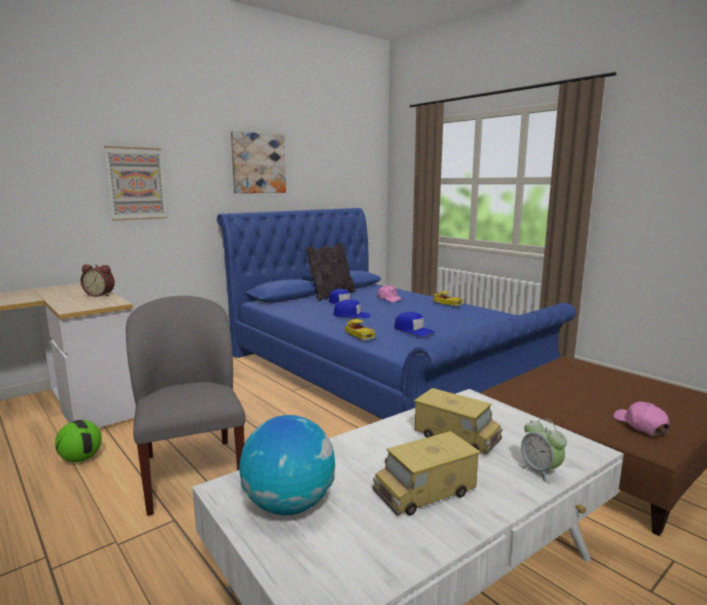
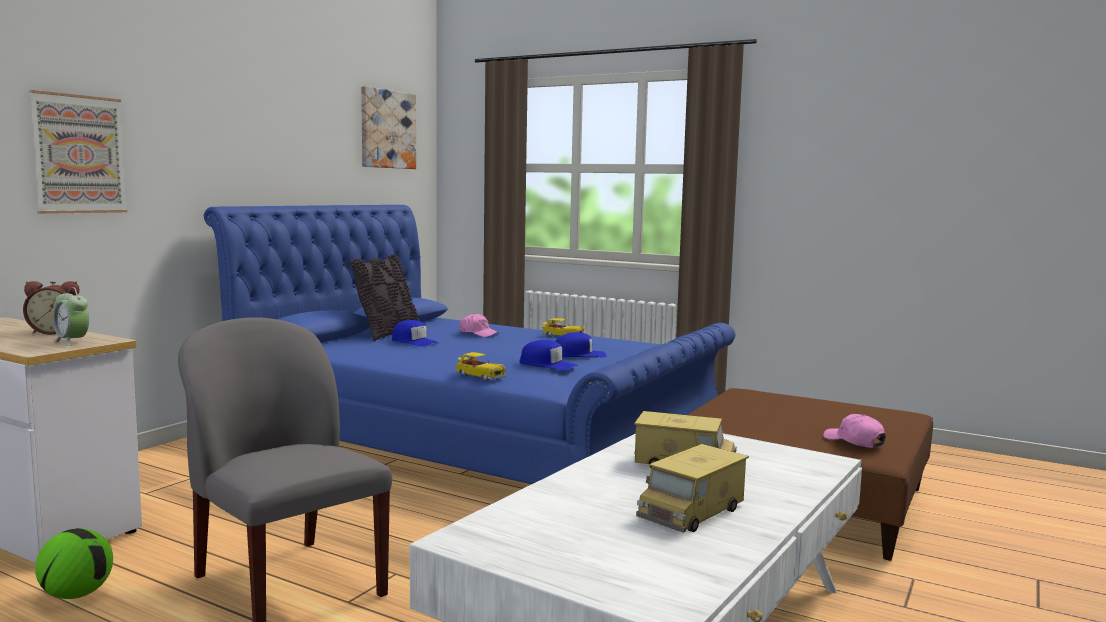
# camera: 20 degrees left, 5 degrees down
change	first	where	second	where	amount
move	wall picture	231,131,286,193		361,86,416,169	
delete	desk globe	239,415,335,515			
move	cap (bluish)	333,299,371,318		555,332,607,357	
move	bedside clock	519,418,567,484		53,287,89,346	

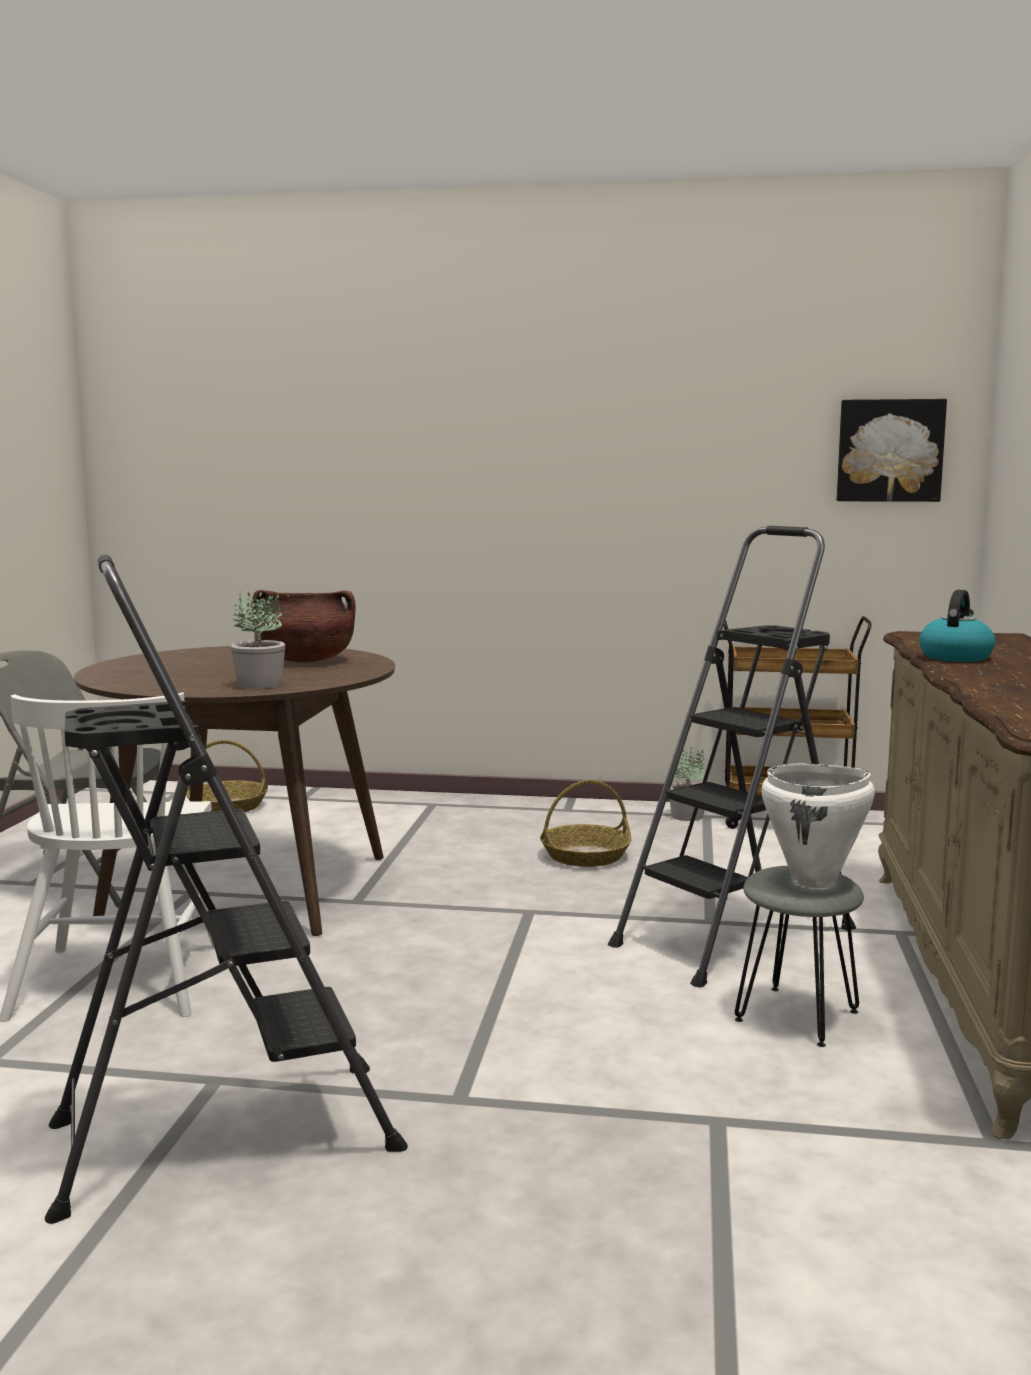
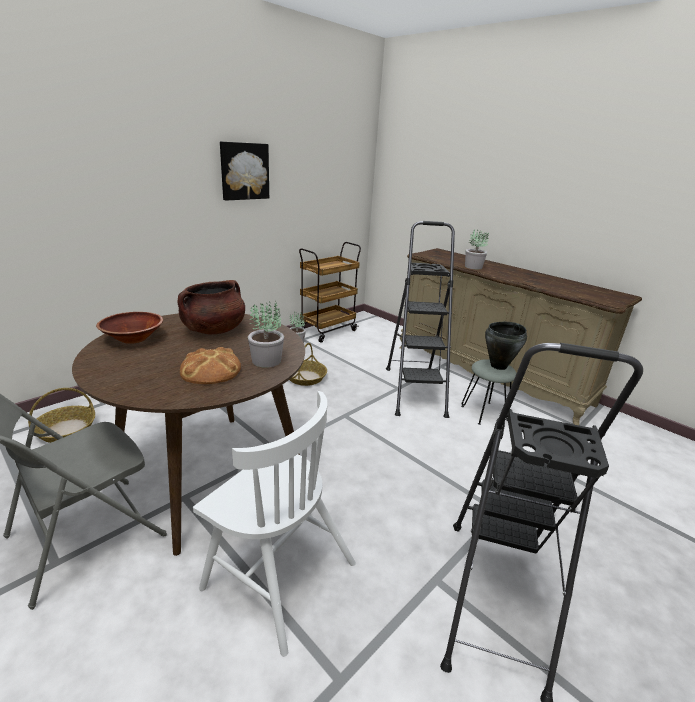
# camera: 55 degrees left, 15 degrees up
change	first	where	second	where	amount
recolor	stockpot (white)	761,764,875,888	stockpot (black-coloured)	485,322,527,370	
move	wall picture	837,399,947,502		220,141,269,201	
replace	water kettle	919,590,995,662	plant in a pot	465,230,489,269	
insert			bowl (brown-coloured)	96,312,163,344	
insert			baked bread	180,347,241,384	

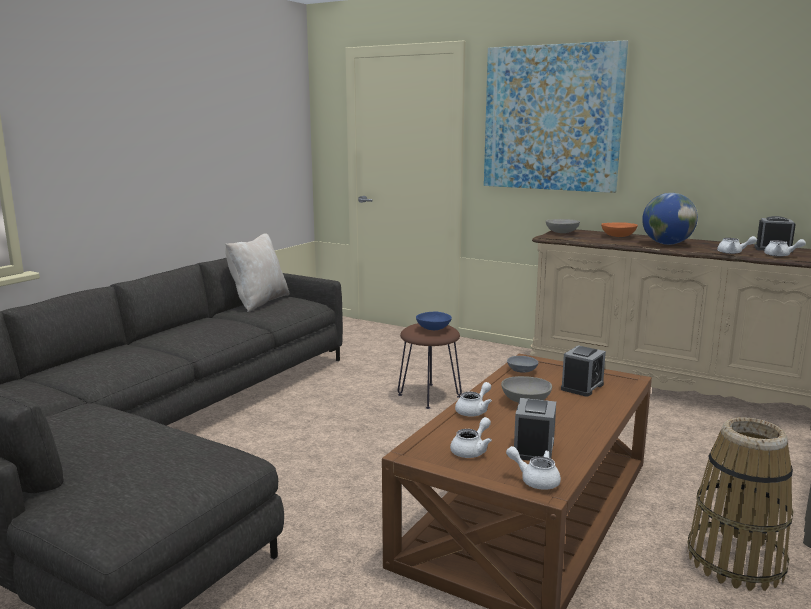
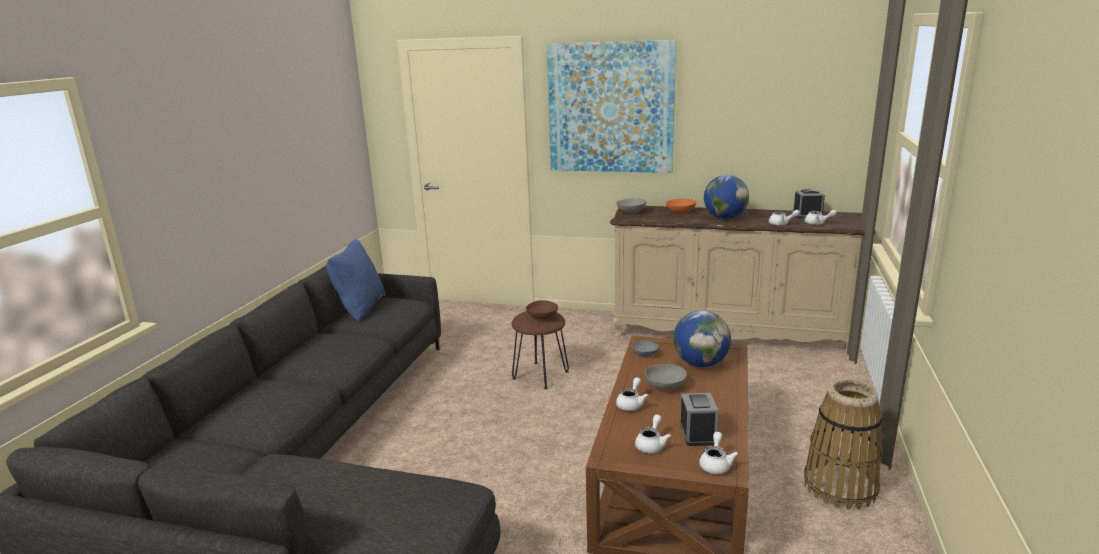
# camera: 15 degrees left, 5 degrees up
change	first	where	second	where	amount
recolor	cushion (sand-coloured)	225,233,290,312	cushion (bluish)	327,239,385,322	
recolor	bowl (bluish)	416,312,452,330	bowl (brown-coloured)	526,300,558,320	
rotate	pot for tea (white)	506,446,561,490		699,432,738,474	90 degrees clockwise
replace	bedside clock	561,345,606,397	desk globe	673,310,731,367	

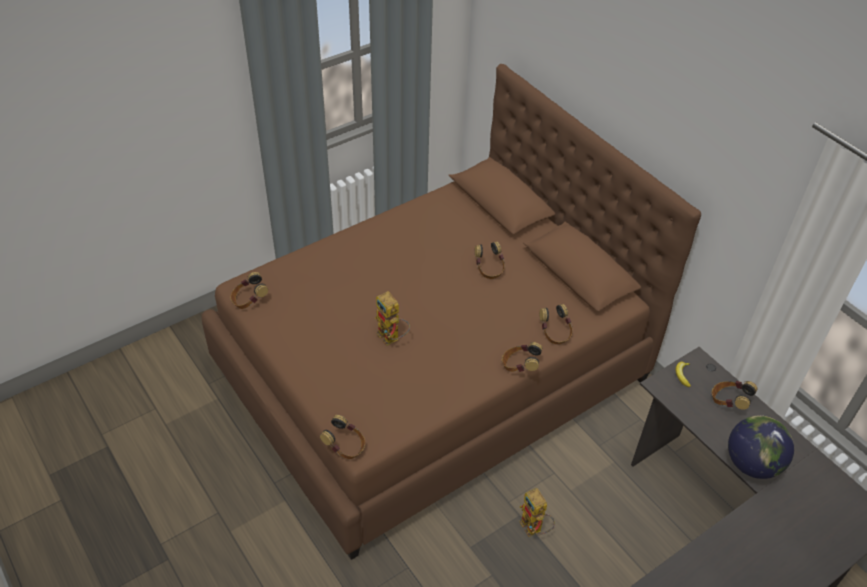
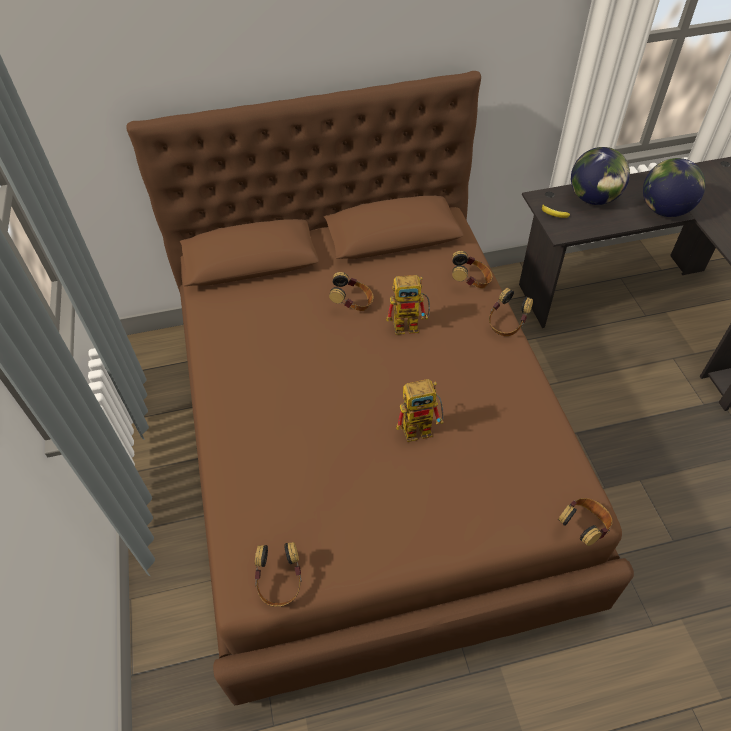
# camera: 65 degrees left, 5 degrees up
change	first	where	second	where	amount
move	toy robot	519,488,555,537		386,275,430,335	
replace	headset	712,381,758,410	desk globe	571,147,630,205	

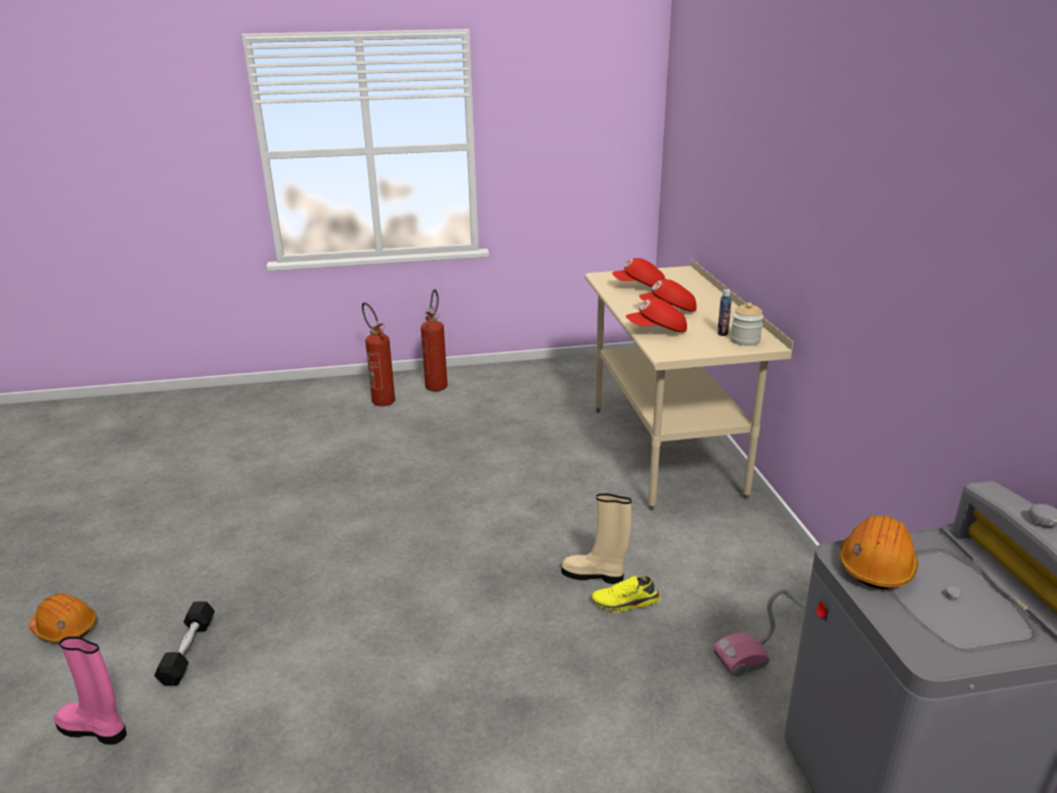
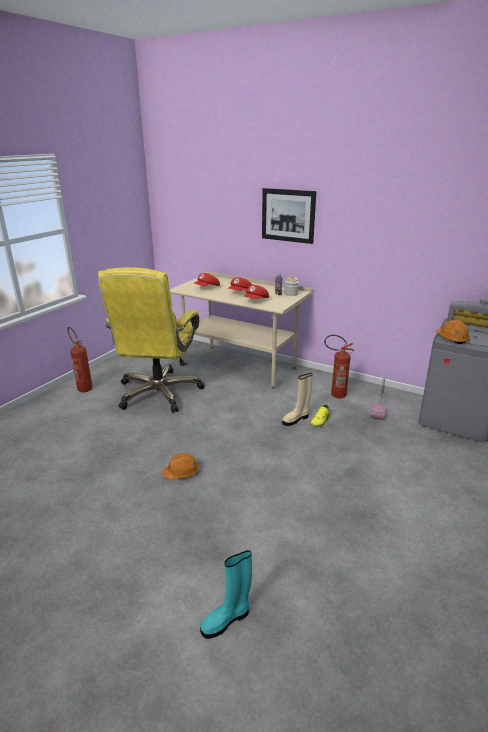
# camera: 50 degrees left, 0 degrees up
change	first	where	second	where	amount
move	safety helmet (orange-coloured)	29,593,97,643		162,453,199,480	
recolor	boot (pinkish)	54,636,127,745	boot (blue-green)	200,550,252,639	
delete	hand weight (black-coloured)	154,601,215,686			
move	fire-fighting cylinder	362,302,395,406		324,335,354,398	
insert			desk chair (yellow-coloured)	98,267,205,413	
insert			wall picture	262,188,316,244	

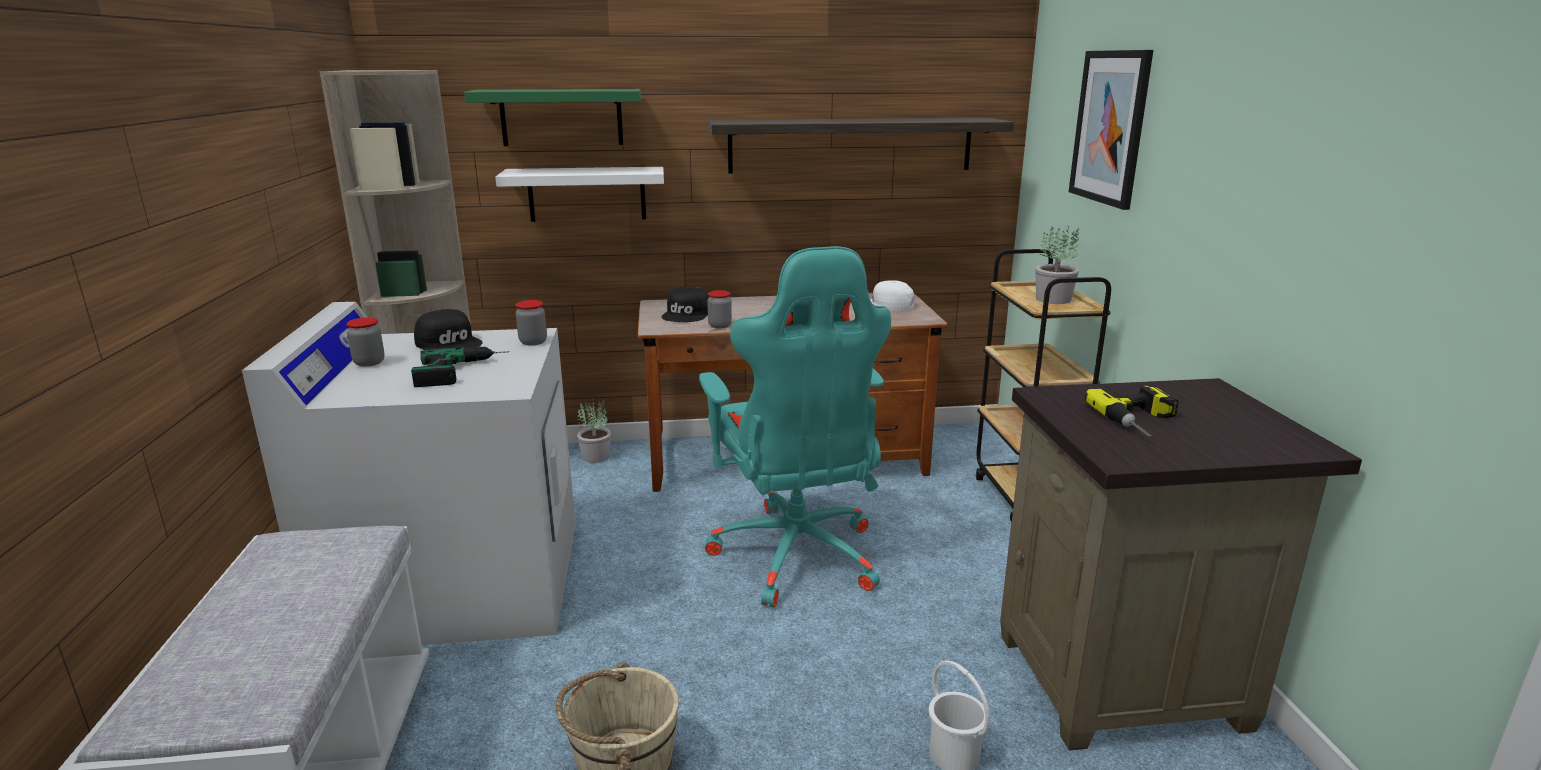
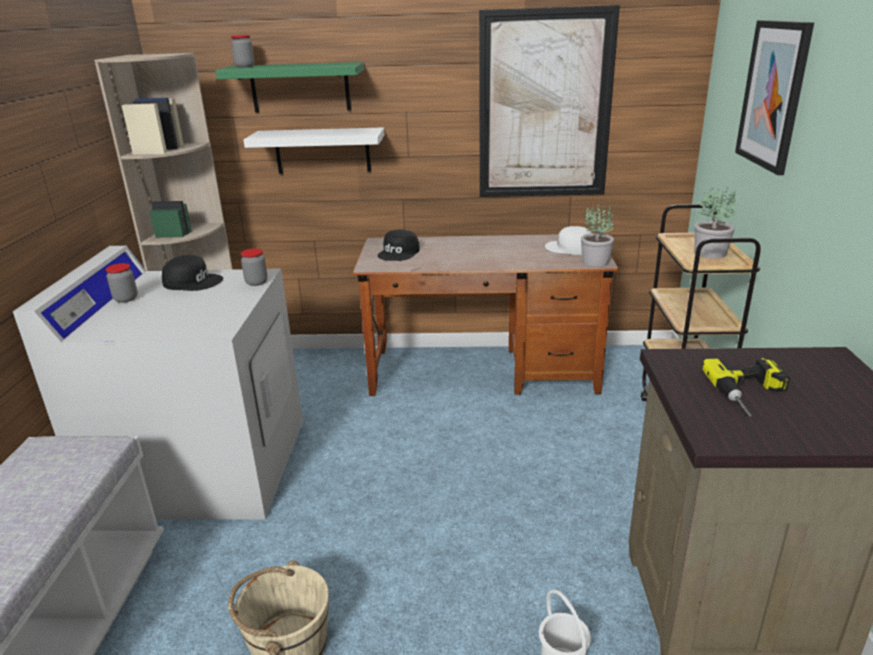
# camera: 10 degrees right, 5 degrees up
change	first	where	second	where	amount
delete	electric drill	411,347,510,387			
rotate	cap (black-coloured)	414,309,483,350		162,255,223,291	45 degrees counterclockwise
move	plant in a pot	577,399,611,463		581,204,614,266	
delete	desk chair (blue-green)	699,246,891,608			
move	jar	707,290,732,328		231,35,254,67	
replace	bracket shelf	708,118,1014,174	wall picture	479,5,620,197	

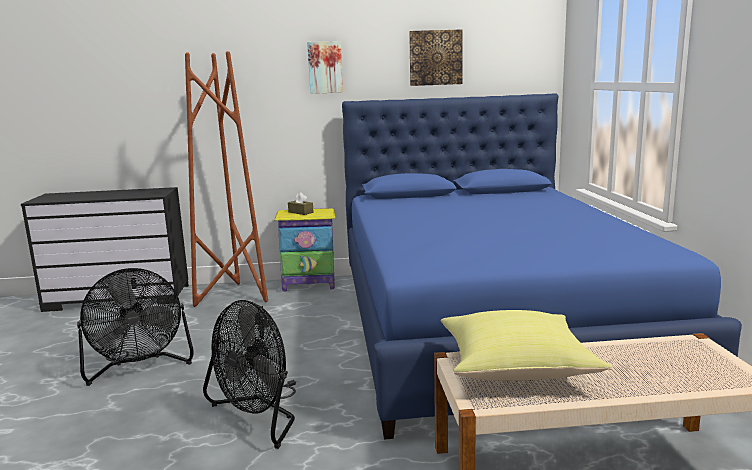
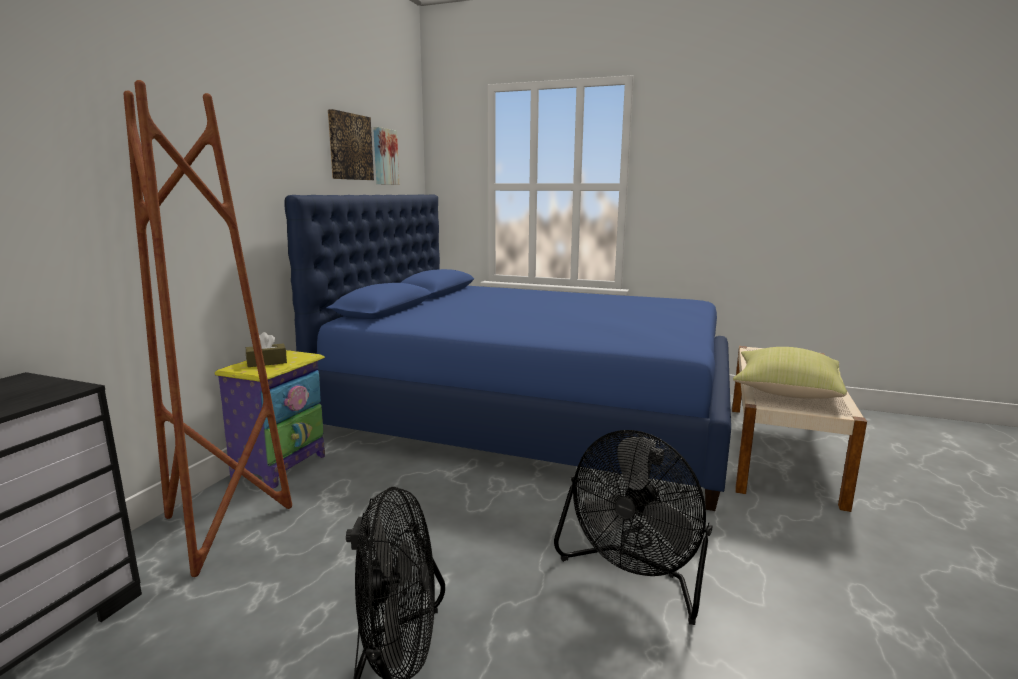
# camera: 65 degrees left, 0 degrees up
change	first	where	second	where	amount
rotate	cooling fan (black-coloured)	203,300,296,449		554,430,713,625	60 degrees clockwise
move	wall picture	307,41,343,94		373,127,399,185	

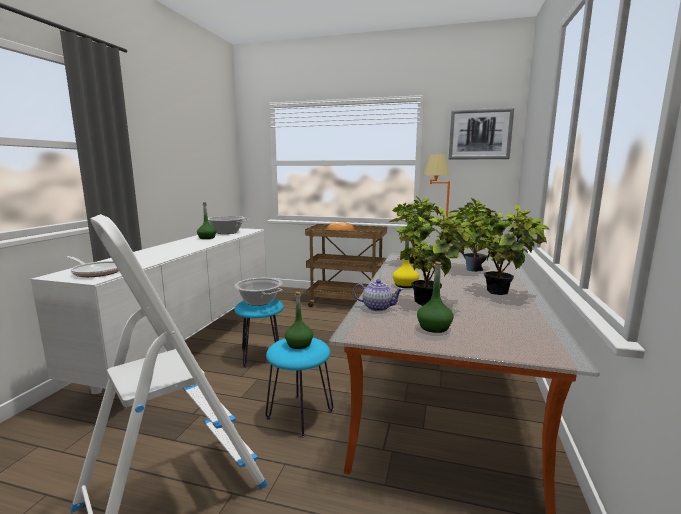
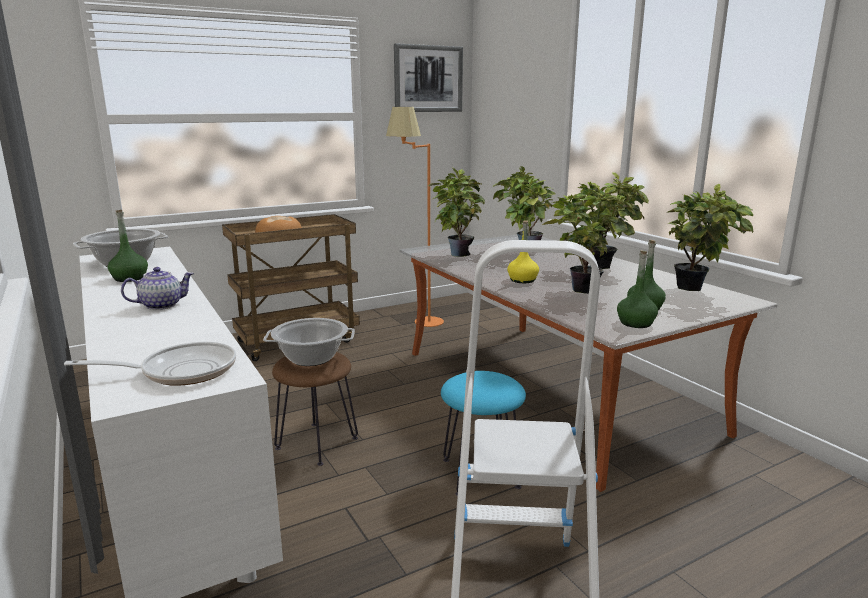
# camera: 45 degrees left, 5 degrees up
change	first	where	second	where	amount
recolor	stool (blue-green)	234,299,284,368	stool (brown-coloured)	272,352,358,466	
move	bottle (green)	285,292,313,349		617,250,658,328	
move	pot for tea	353,279,404,311		121,267,194,310	
insert			plant in a pot	668,184,753,291	

